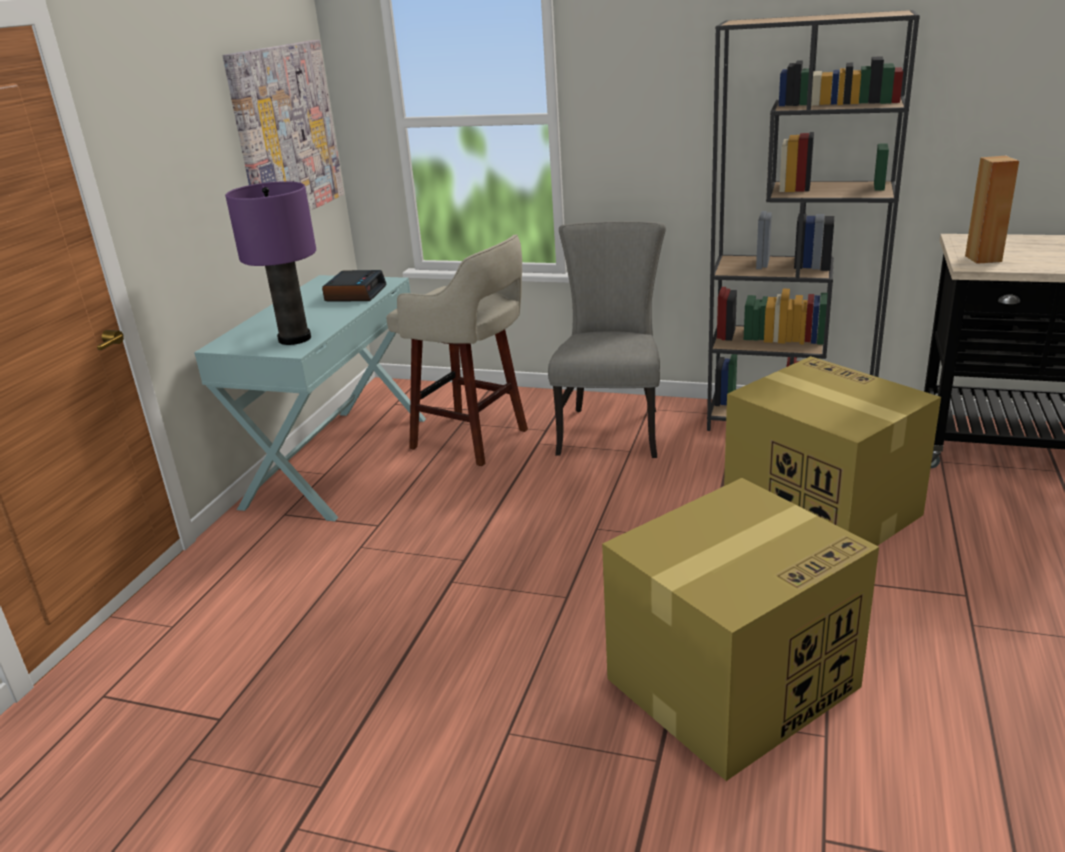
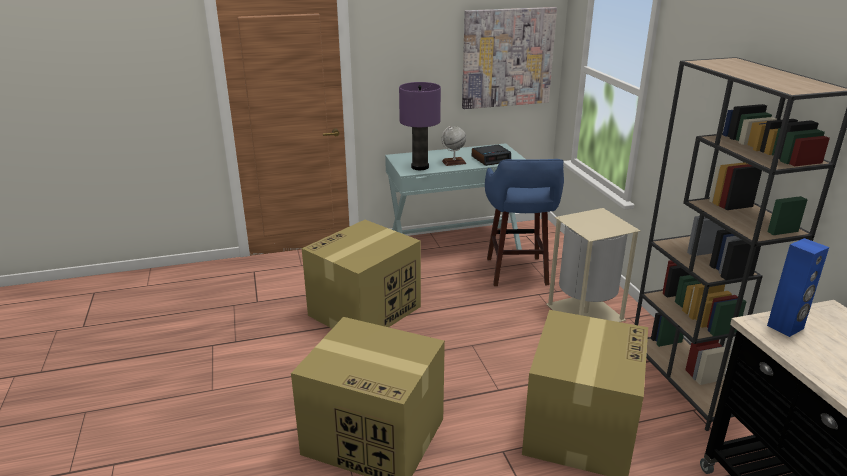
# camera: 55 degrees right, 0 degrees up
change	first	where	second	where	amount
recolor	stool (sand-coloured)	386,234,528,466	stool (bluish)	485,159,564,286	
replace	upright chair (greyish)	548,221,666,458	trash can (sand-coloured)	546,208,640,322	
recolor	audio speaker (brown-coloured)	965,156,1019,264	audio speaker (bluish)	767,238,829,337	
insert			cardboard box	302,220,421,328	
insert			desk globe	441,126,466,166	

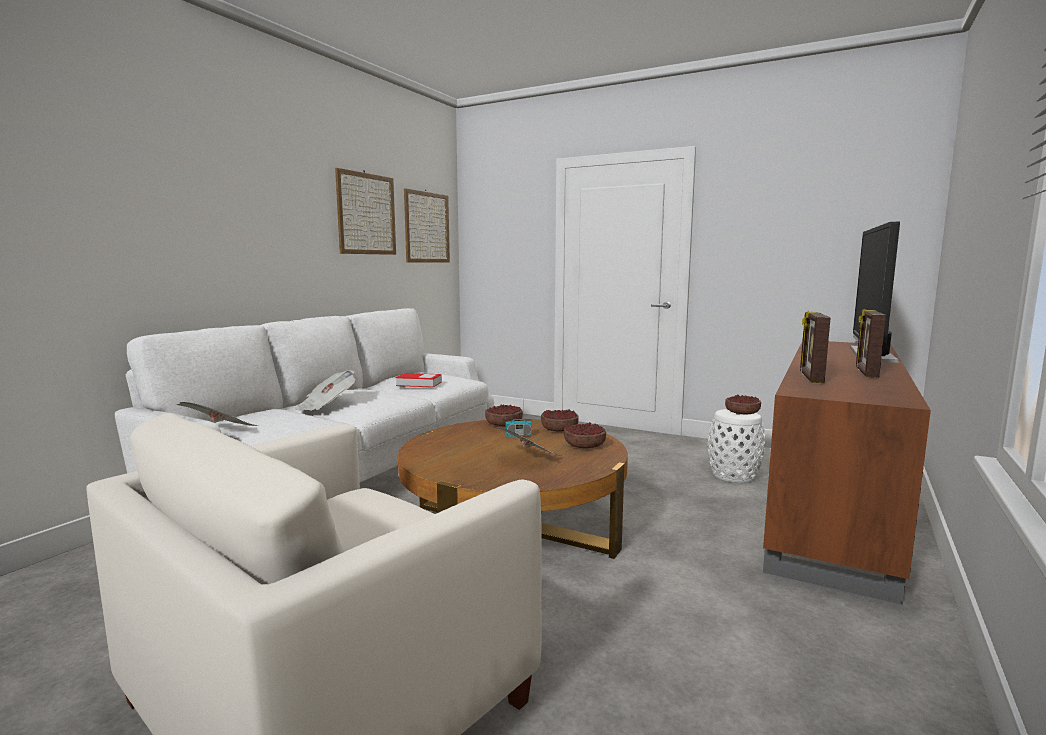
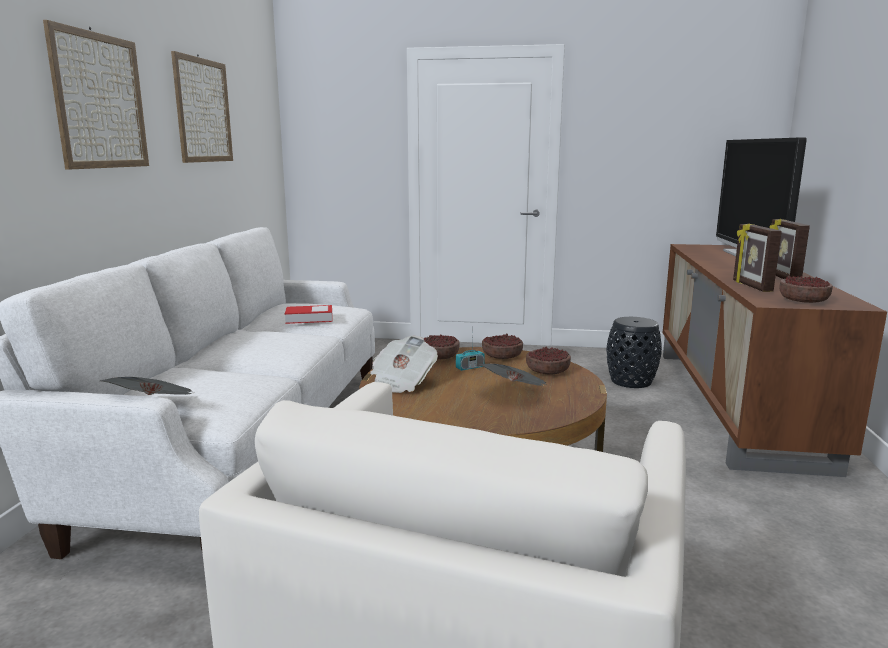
# camera: 20 degrees left, 5 degrees up
change	first	where	second	where	amount
move	daily paper	295,370,356,411		370,336,438,393	
move	wall picture	404,188,450,263		43,20,149,170	
recolor	stool (white)	708,409,765,483	stool (black-coloured)	606,317,662,388	
move	bowl	725,394,761,414		779,276,833,303	

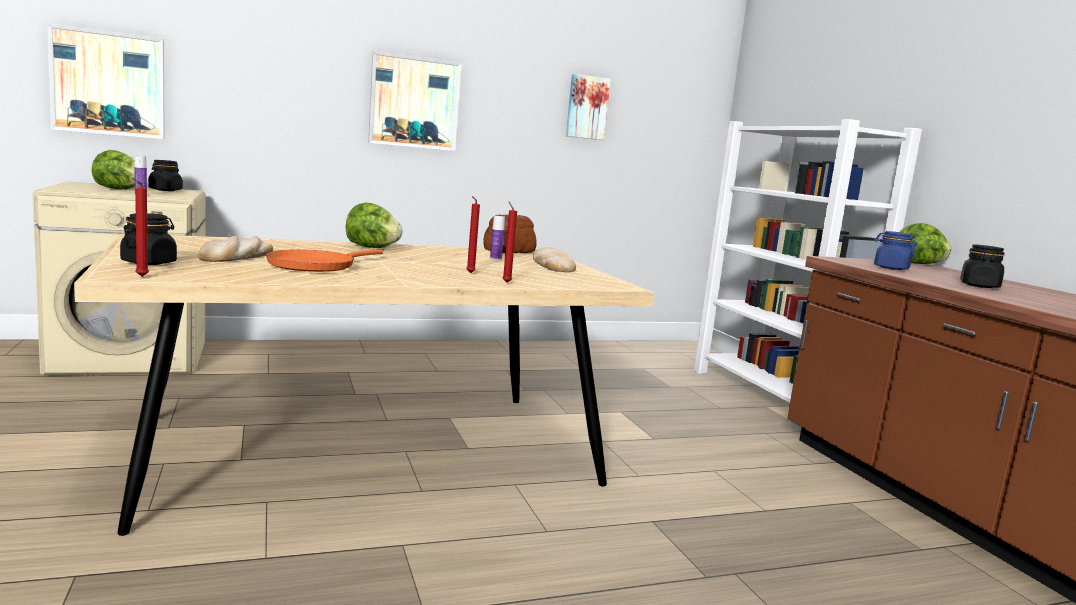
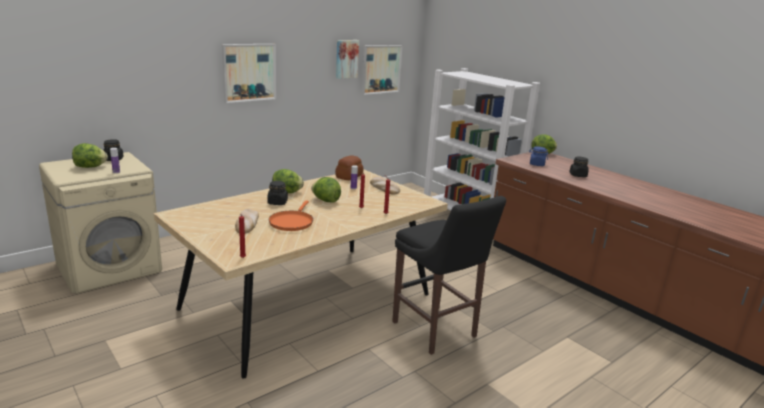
# camera: 20 degrees left, 10 degrees up
change	first	where	second	where	amount
move	wall picture	47,23,165,139		362,45,403,95	
move	jar (black-coloured)	120,213,177,265		267,181,288,205	
insert			head of lettuce	311,177,341,203	
insert			stool (black-coloured)	392,196,506,355	

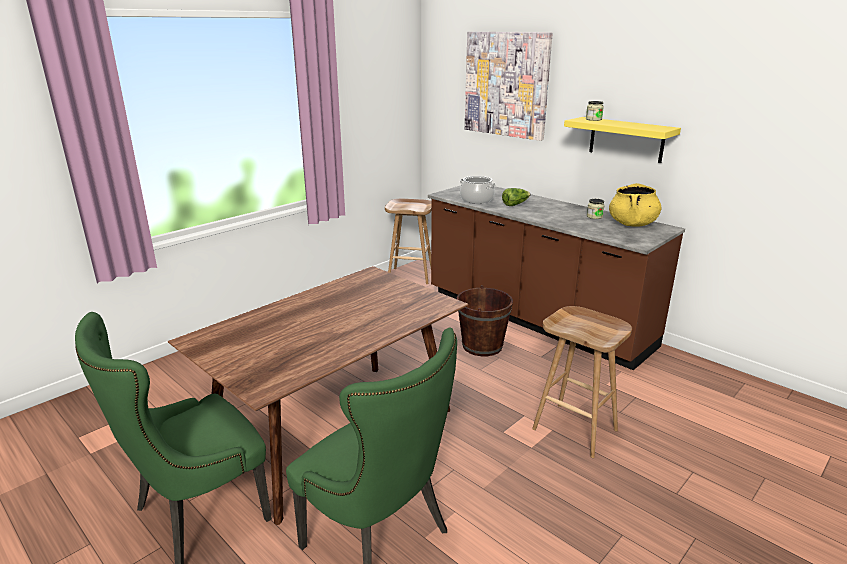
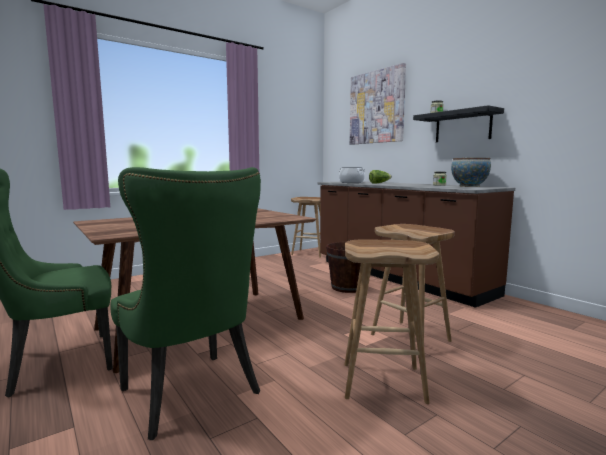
# camera: 10 degrees right, 15 degrees down
change	first	where	second	where	amount
recolor	bracket shelf (yellow-coloured)	564,117,681,163	bracket shelf (black-coloured)	413,105,504,142	
replace	stockpot (yellow-coloured)	609,183,662,227	bowl	451,158,491,187	
insert			stool (brown-coloured)	344,239,439,404	

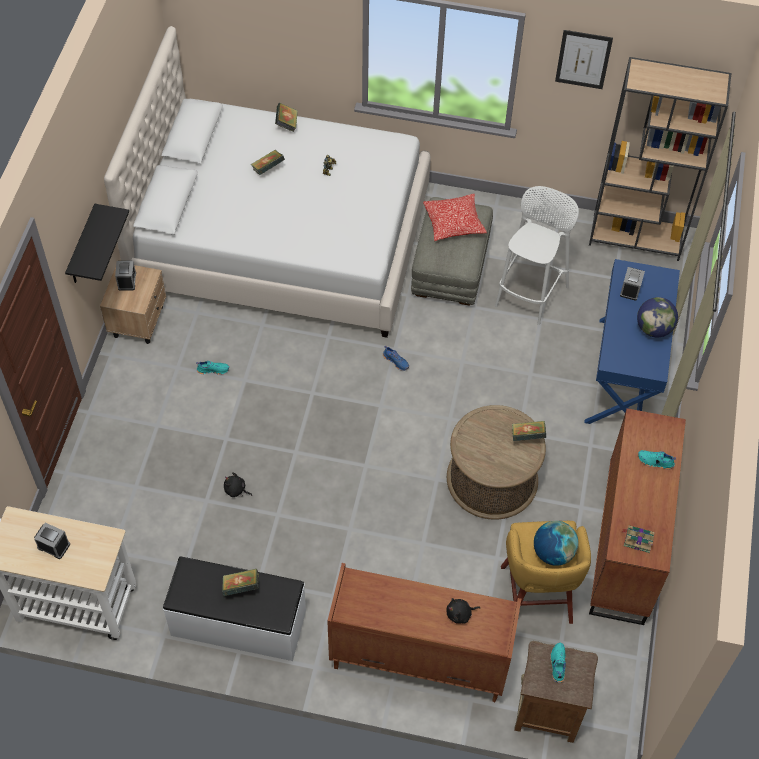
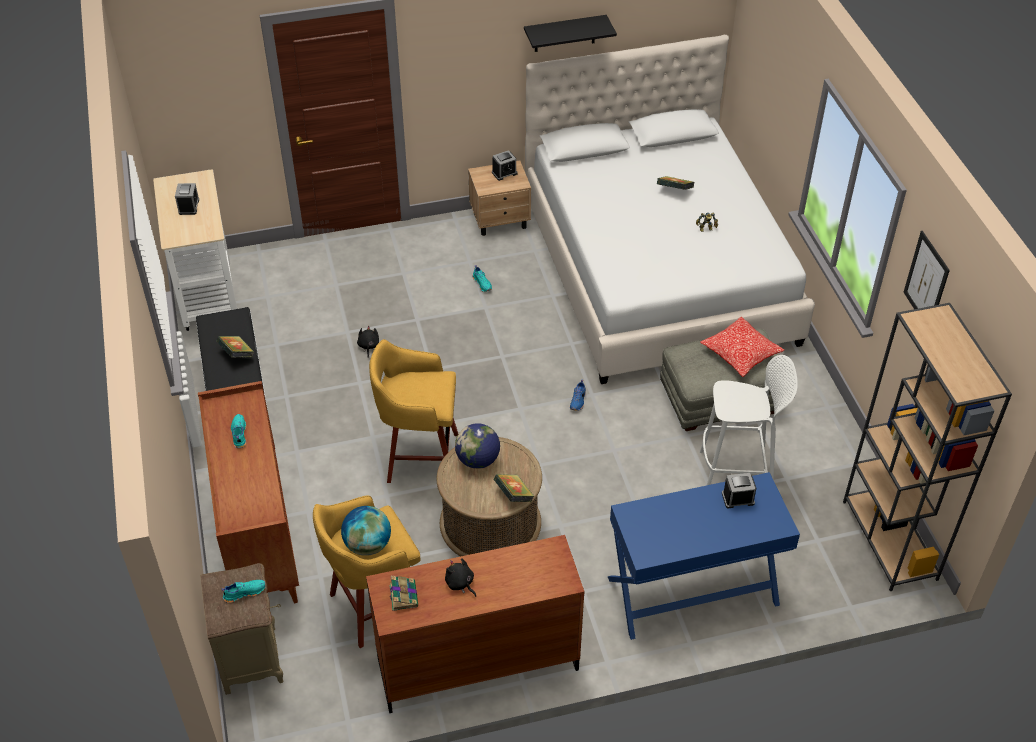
# camera: 65 degrees right, 10 degrees down
change	first	where	second	where	amount
move	bracket shelf (black-coloured)	65,204,129,283		524,15,617,52	
delete	bound book	275,103,298,132			
move	plush toy (black-coloured)	446,598,480,624		445,558,476,597	
move	desk globe	637,297,678,337		455,423,500,469	
move	shoe (blue-green)	638,450,676,469		231,414,246,448	
insert			stool (yellow-coloured)	369,339,458,483	

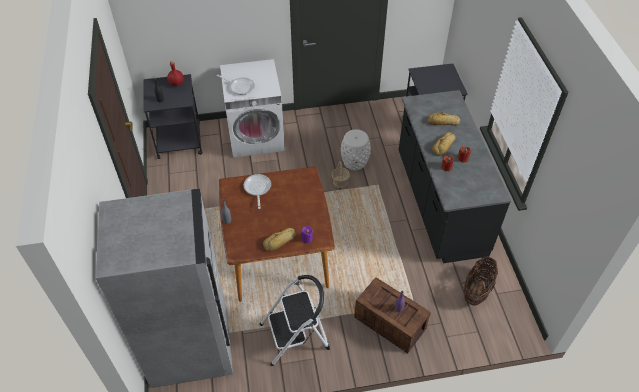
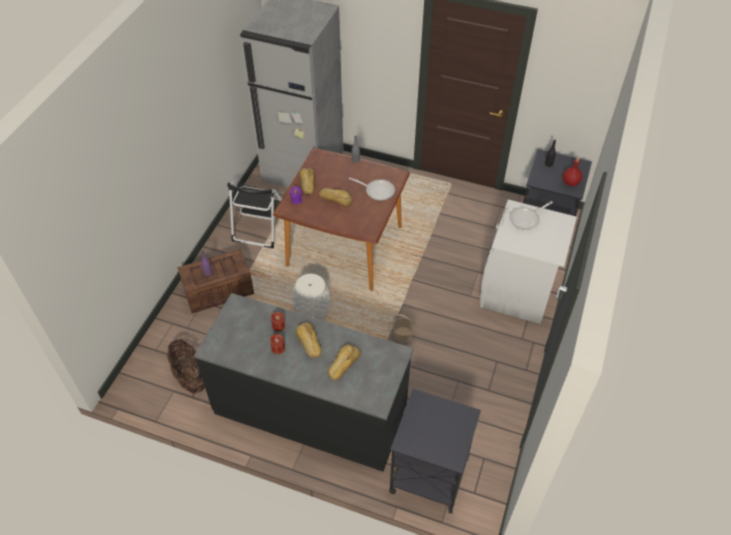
# camera: 120 degrees right, 0 degrees up
change	first	where	second	where	amount
move	stool (white)	341,129,371,170		293,274,330,320	
insert			baked bread	319,188,352,207	

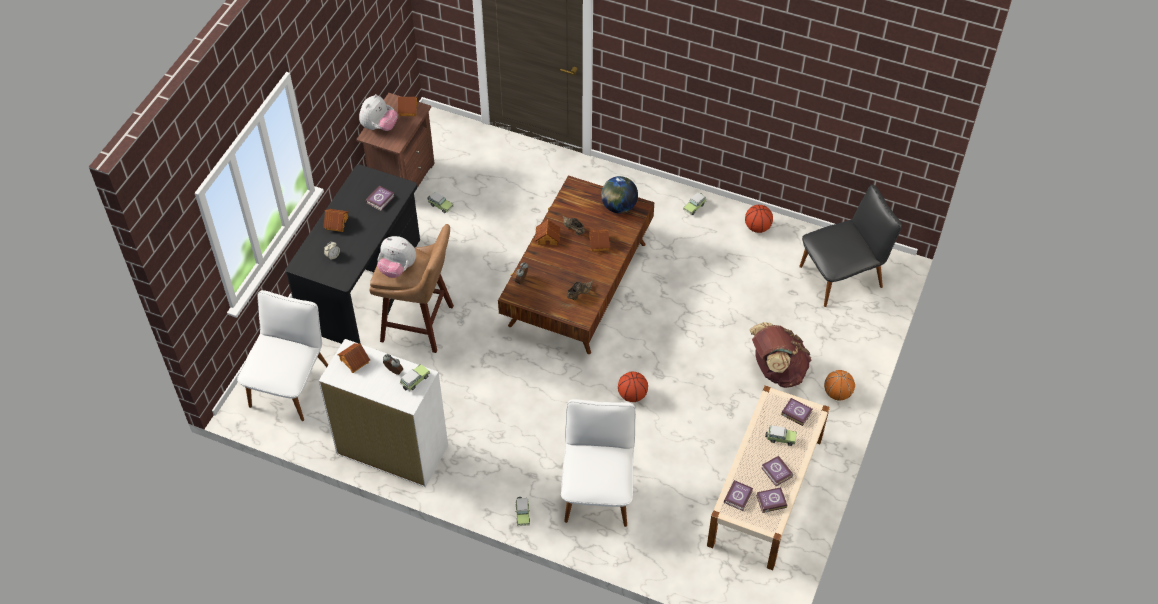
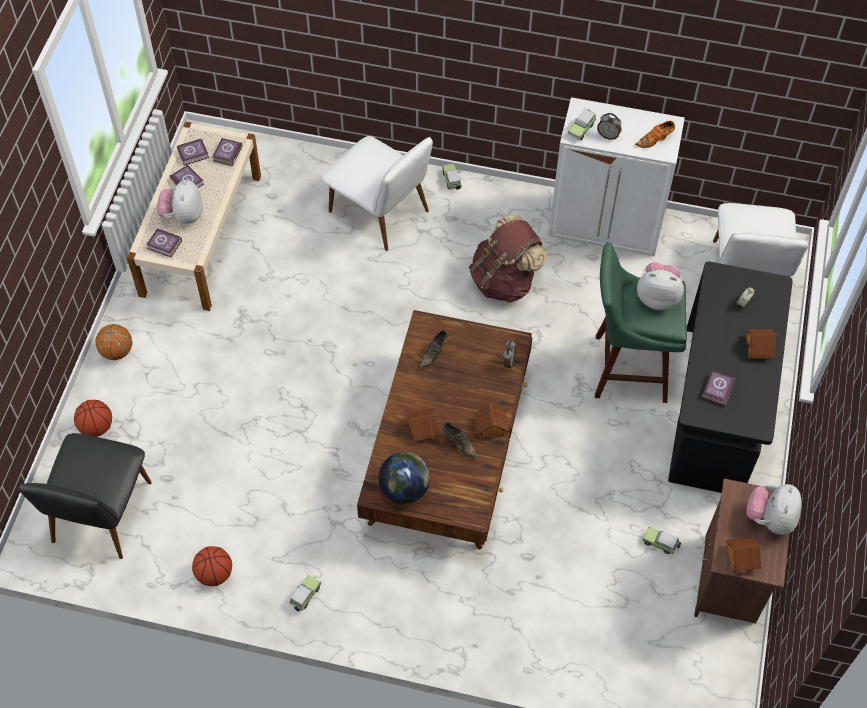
# camera: 170 degrees right, 5 degrees up
change	first	where	second	where	amount
replace	miniature house	337,343,370,373	shoe (orange-coloured)	635,121,675,148	
recolor	stool (brown-coloured)	370,224,454,353	stool (green)	595,242,687,403	
rotate	upright chair (white)	561,399,636,527		322,136,433,251	45 degrees counterclockwise
move	basketball ball	618,372,648,402		74,400,112,437	
move	backpack (brown-coloured)	749,322,812,388		469,215,548,303	
replace	model car	765,425,797,446	plush toy	157,180,203,224	
rotate	upright chair (black-coloured)	799,185,902,307		18,433,152,559	45 degrees counterclockwise

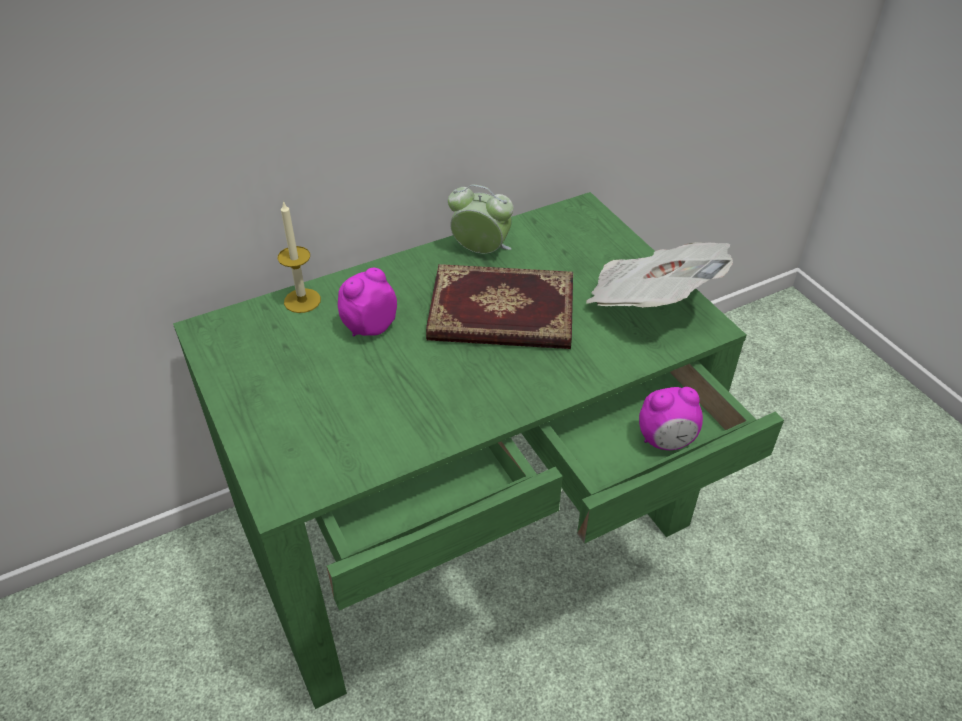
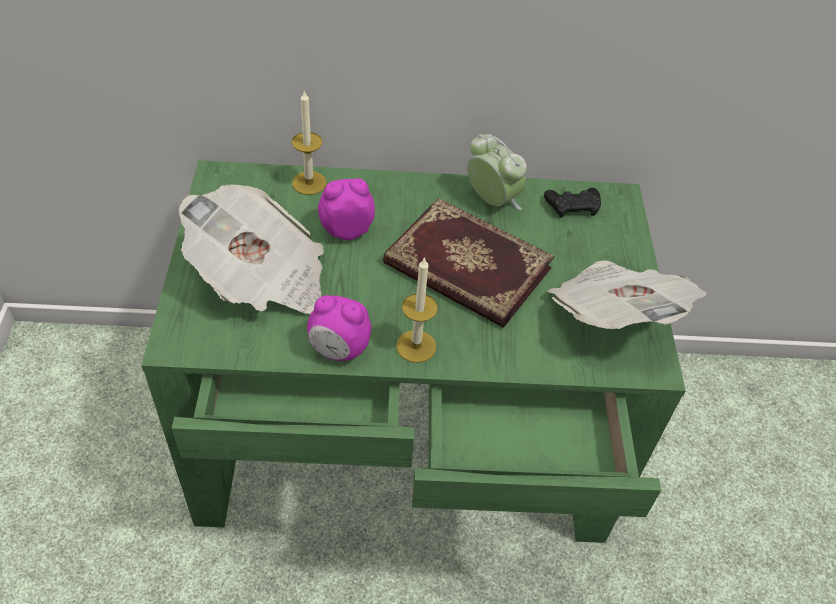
# camera: 25 degrees right, 5 degrees up
change	first	where	second	where	amount
move	bedside clock	639,387,703,450		307,295,371,361	
insert			daily paper	179,185,324,314	
insert			candle	396,257,438,363	
insert			joypad (black-coloured)	544,188,601,218	

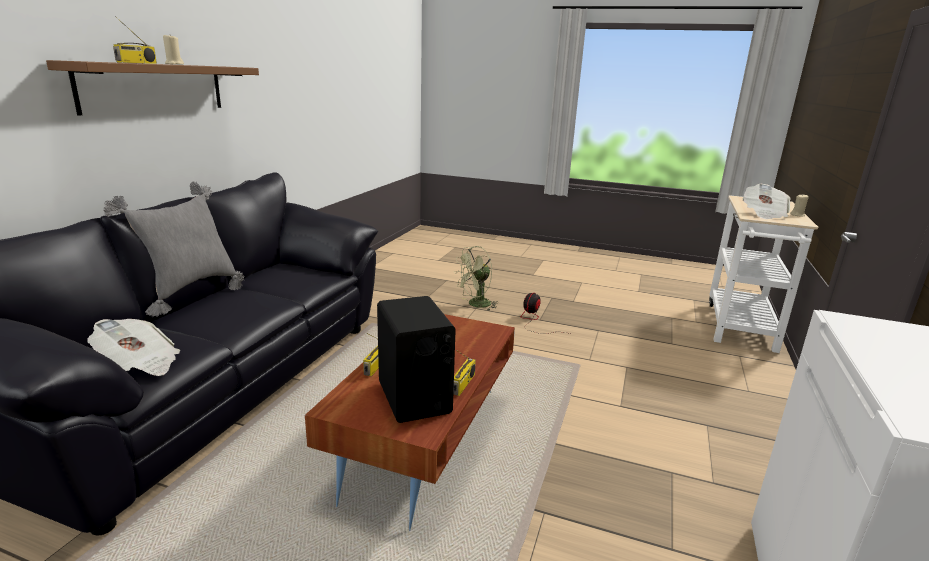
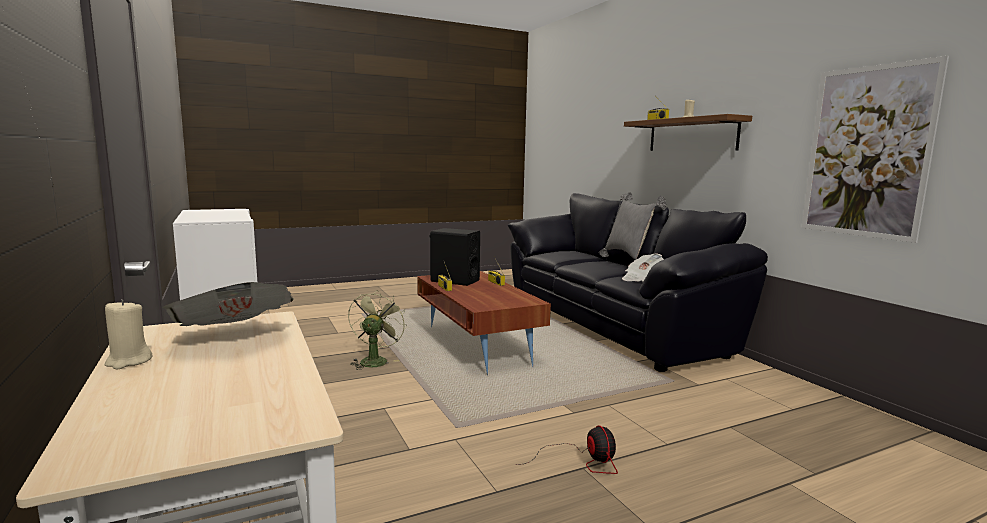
# camera: 135 degrees right, 10 degrees down
change	first	where	second	where	amount
move	daily paper	87,319,180,376		622,254,664,282	
move	cooling fan (green)	454,246,498,311		348,290,407,370	
insert			wall picture	802,56,949,243	

